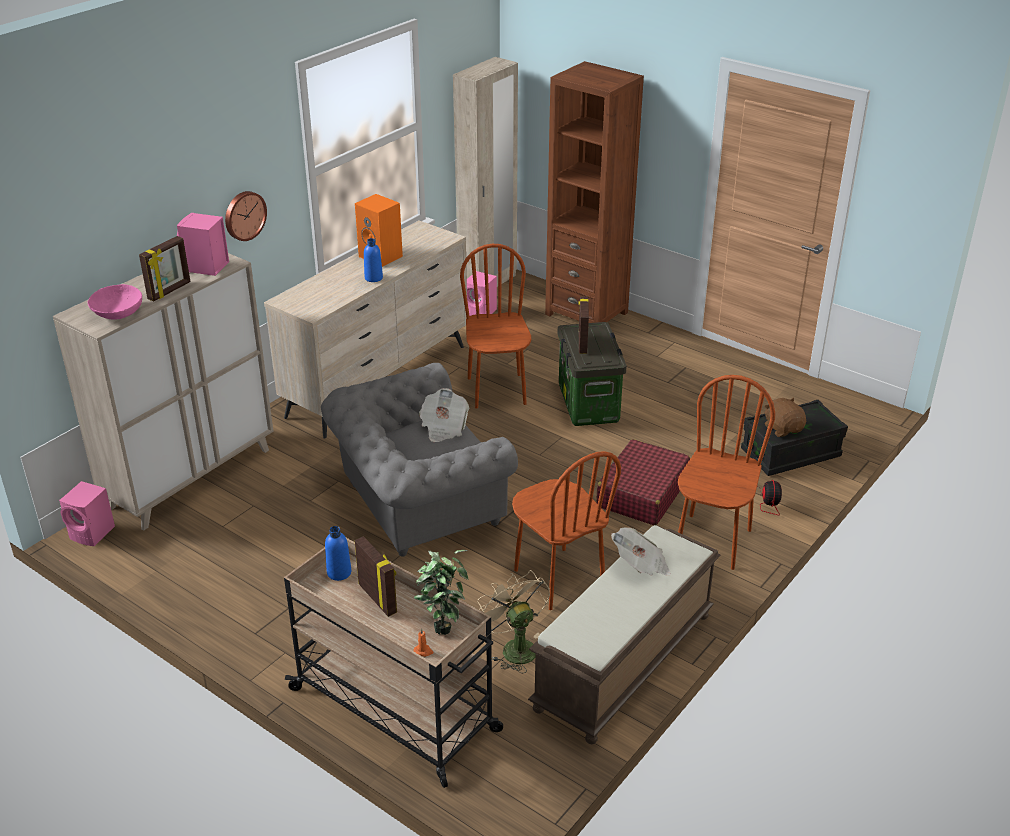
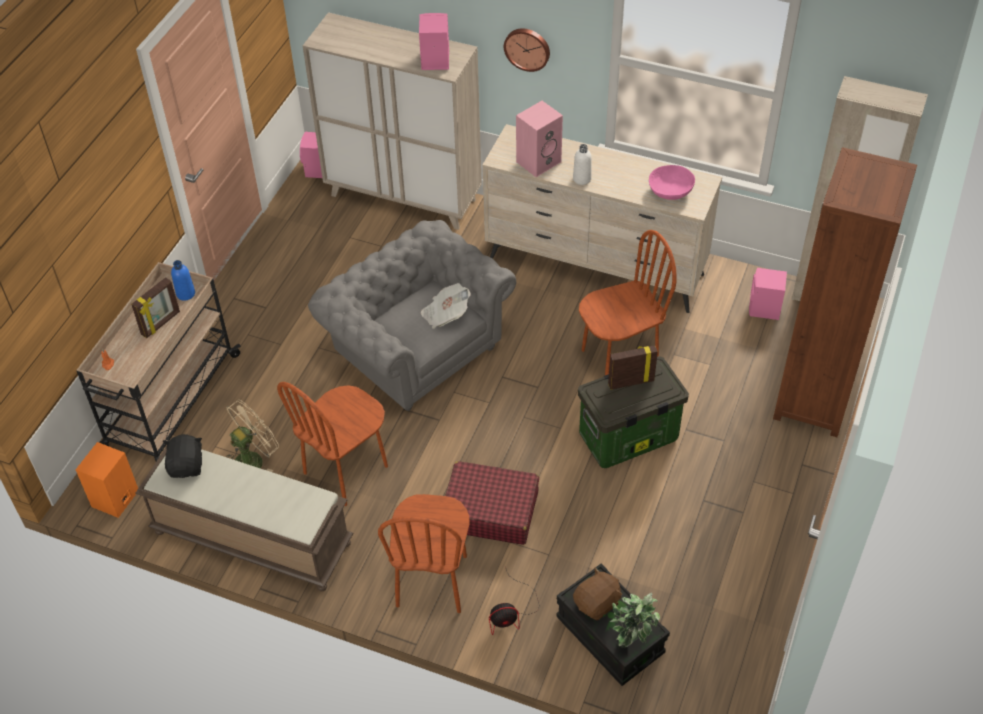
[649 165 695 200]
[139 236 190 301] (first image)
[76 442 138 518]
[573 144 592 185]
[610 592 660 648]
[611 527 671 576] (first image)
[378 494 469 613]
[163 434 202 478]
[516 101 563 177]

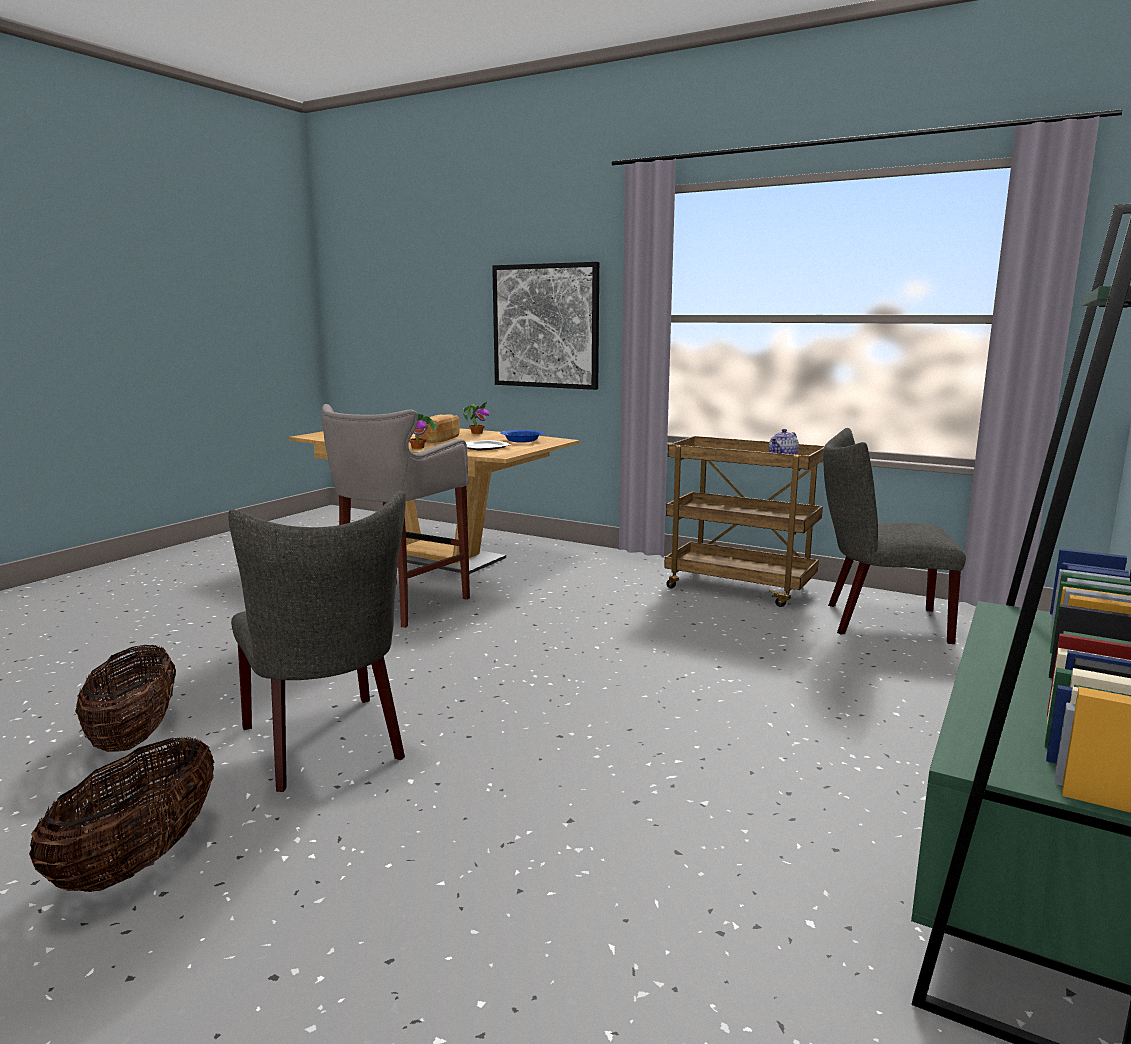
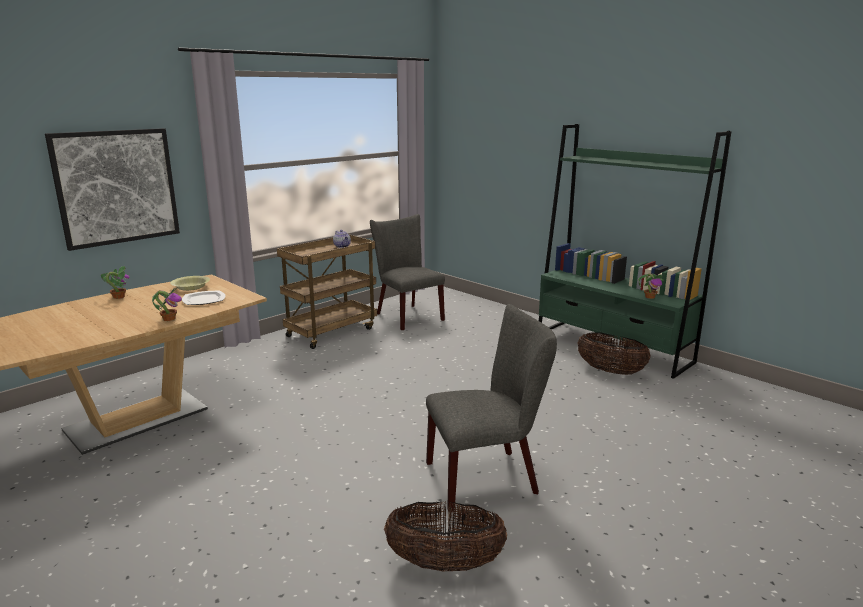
[577 333 651 375]
[322 404 470 628] (first image)
[419 414 460 443] (first image)
[170 276 210 291]
[370 214 445 330]
[638 273 663 299]

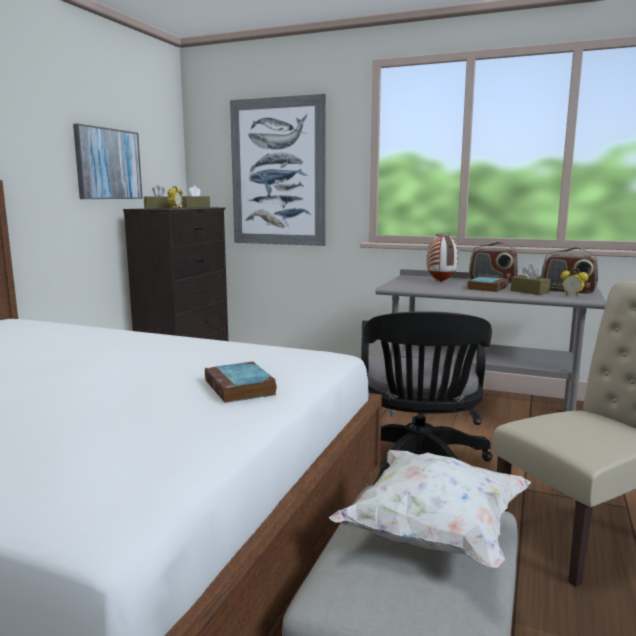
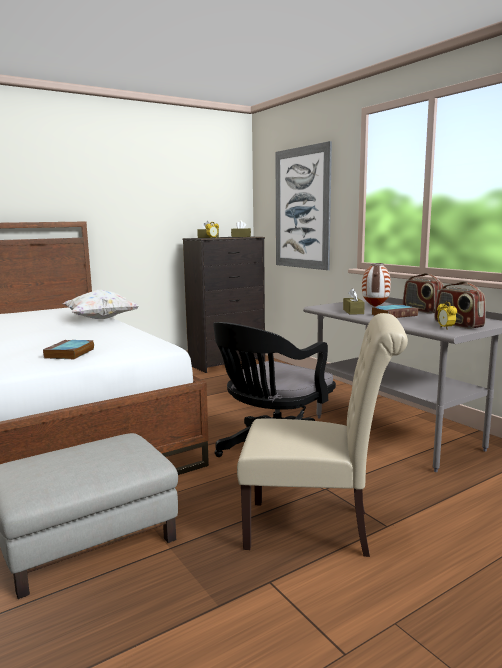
[73 124 143 199] (first image)
[63 290 139 319]
[343 288 365 315]

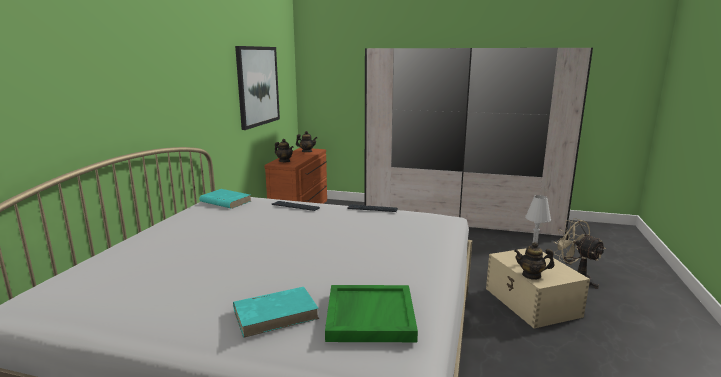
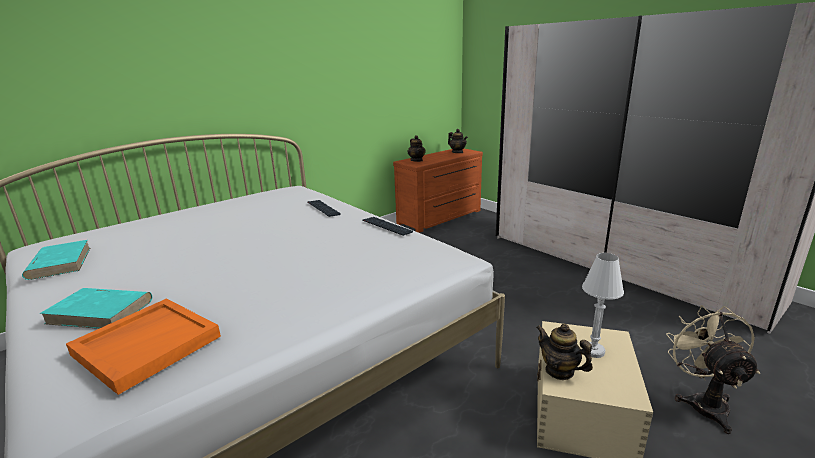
[22 240 90 280]
[235 46 280 130] (first image)
[66 298 221 395]

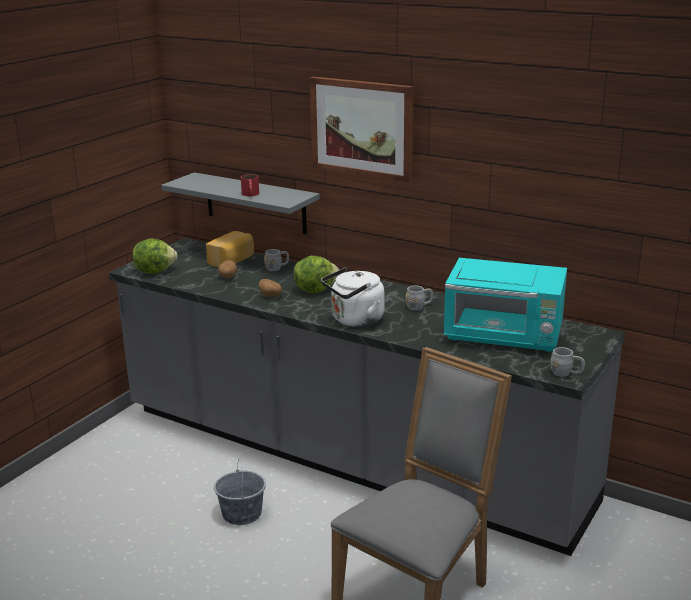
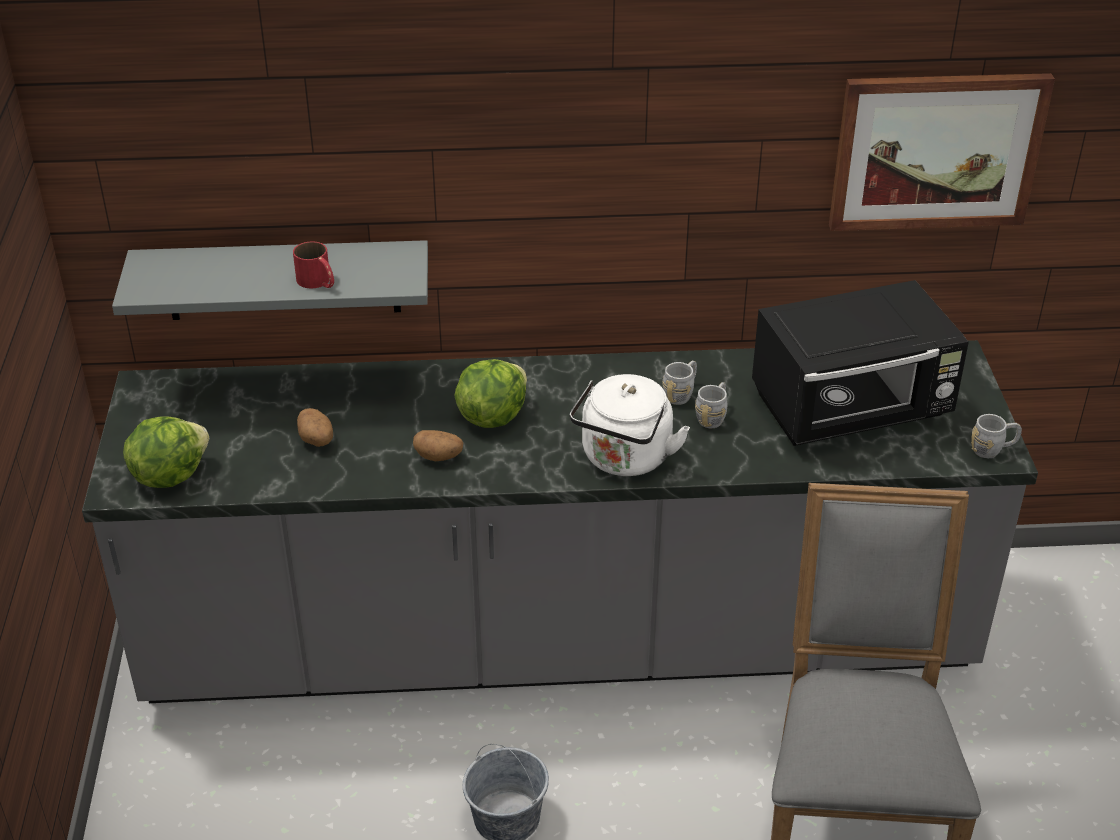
[206 231 254 267] (first image)
[695 382 728 428]
[829 73 1055 231]
[752 280 969 446]

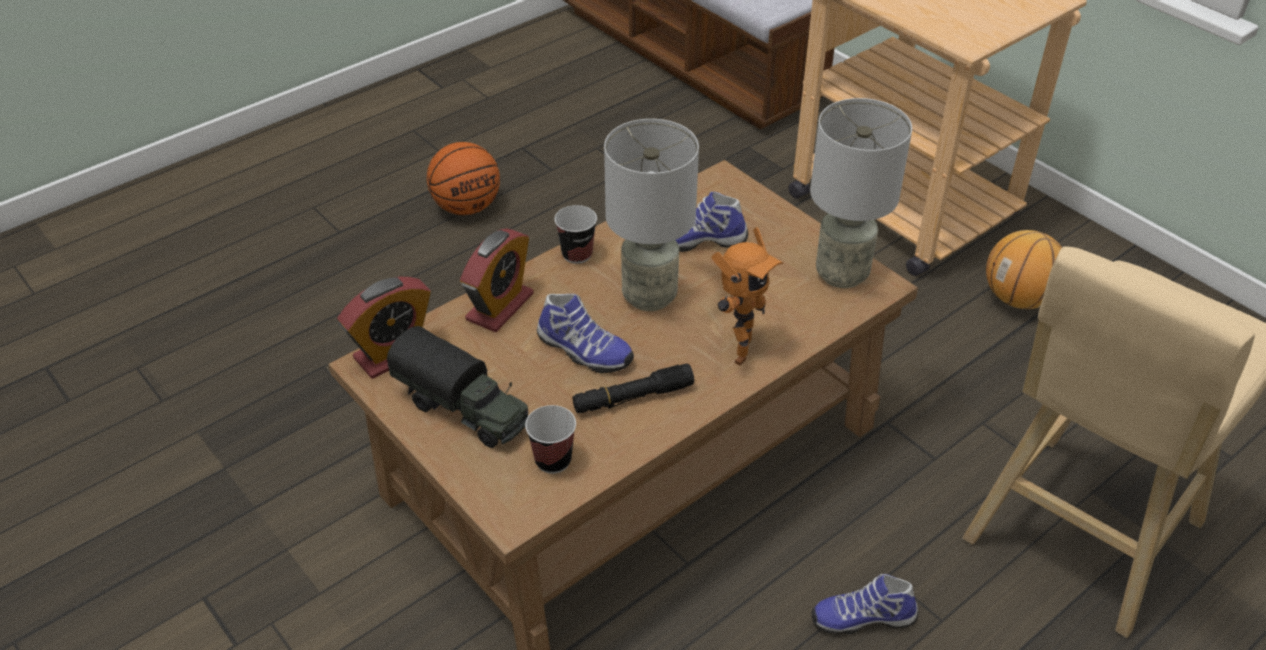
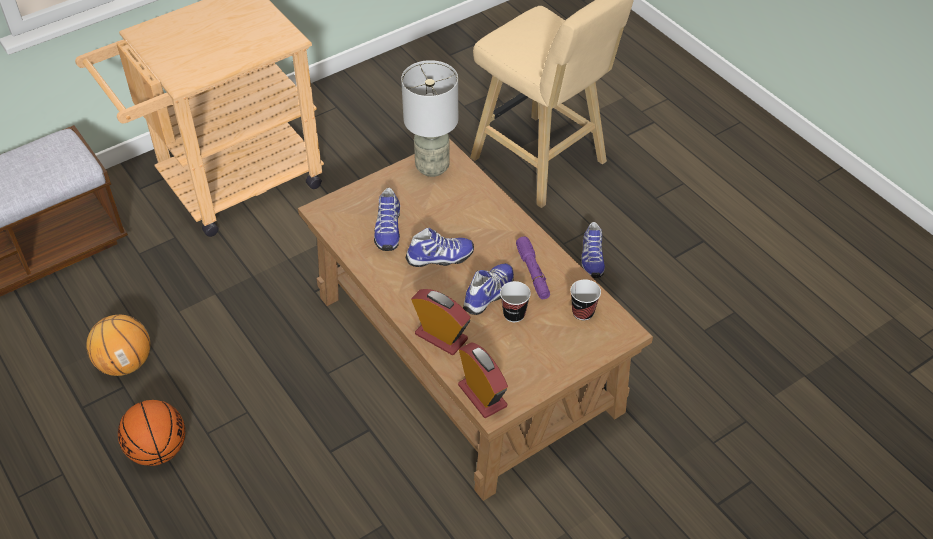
[387 326 530 448] (first image)
[500 281 531 322]
[516 236 550 299]
[406 228 474 267]
[711 227 783 366] (first image)
[86 315 150 376]

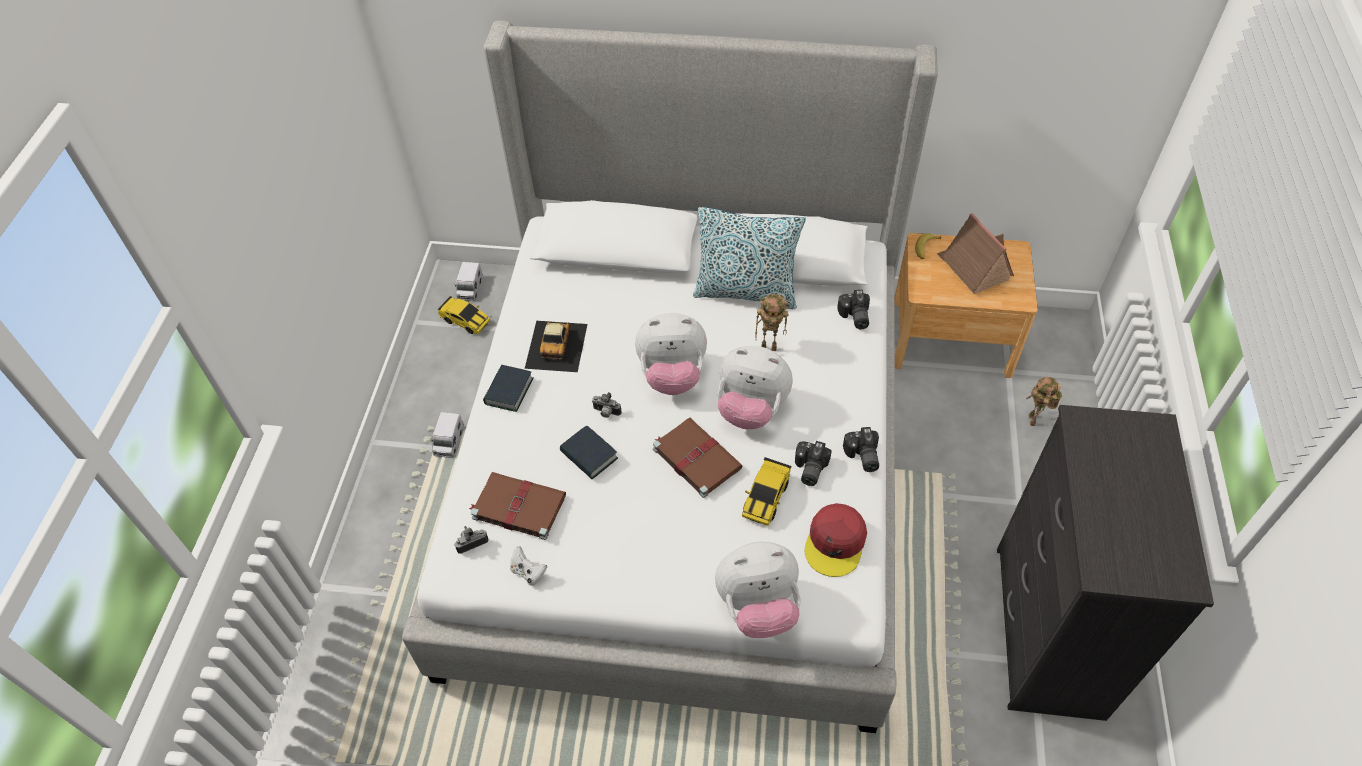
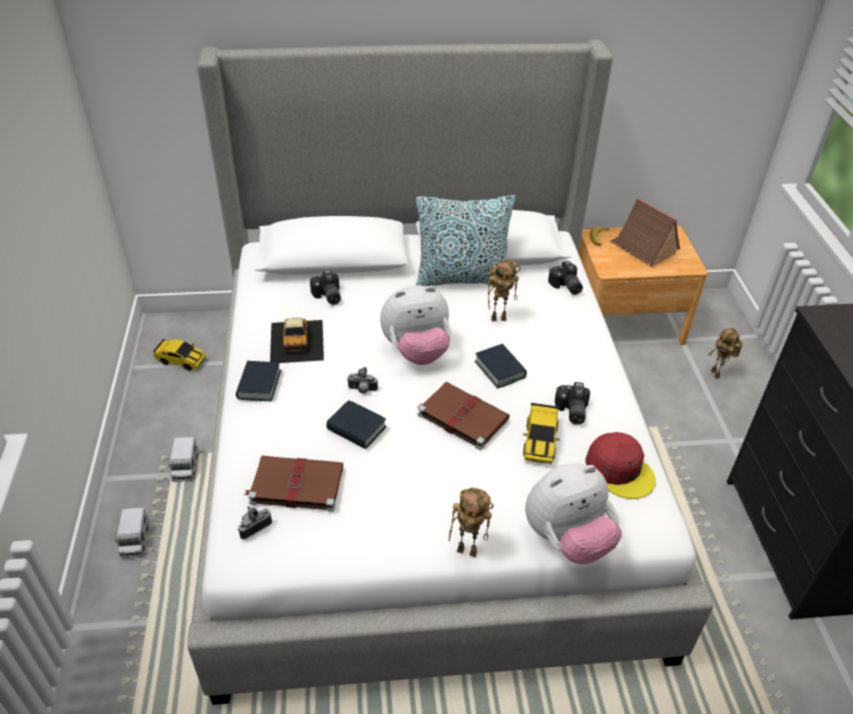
[115 507 149 558]
[510 546 547 586] (first image)
[475 344 527 389]
[585 432 656 499]
[310 270 341 305]
[449 488 494 557]

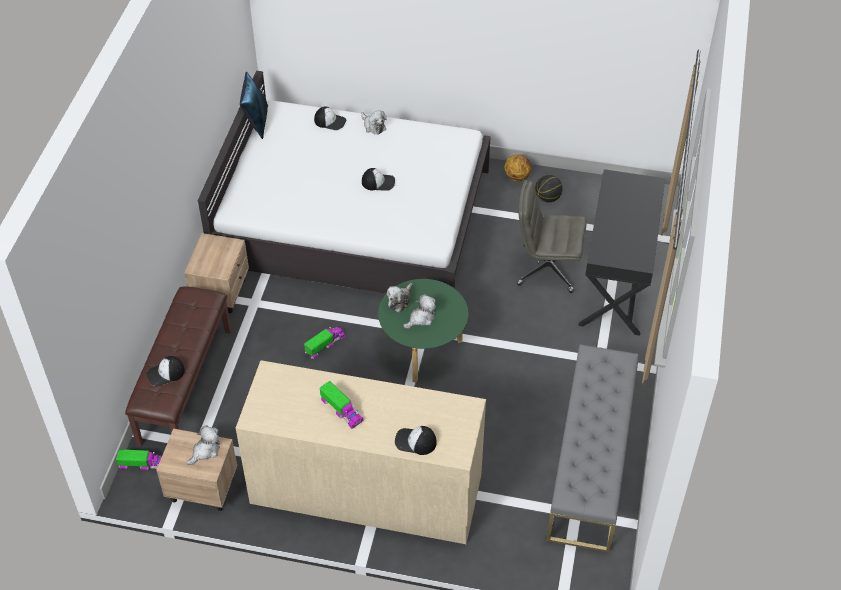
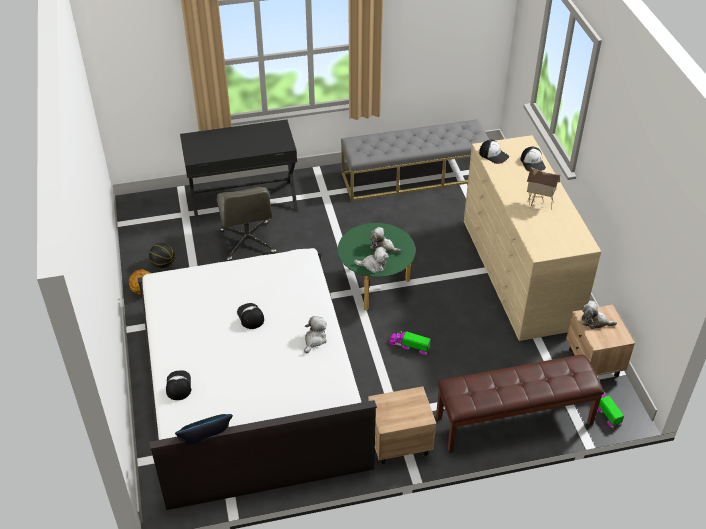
[479 140 509 164]
[527 167 560 210]
[304 316 327 353]

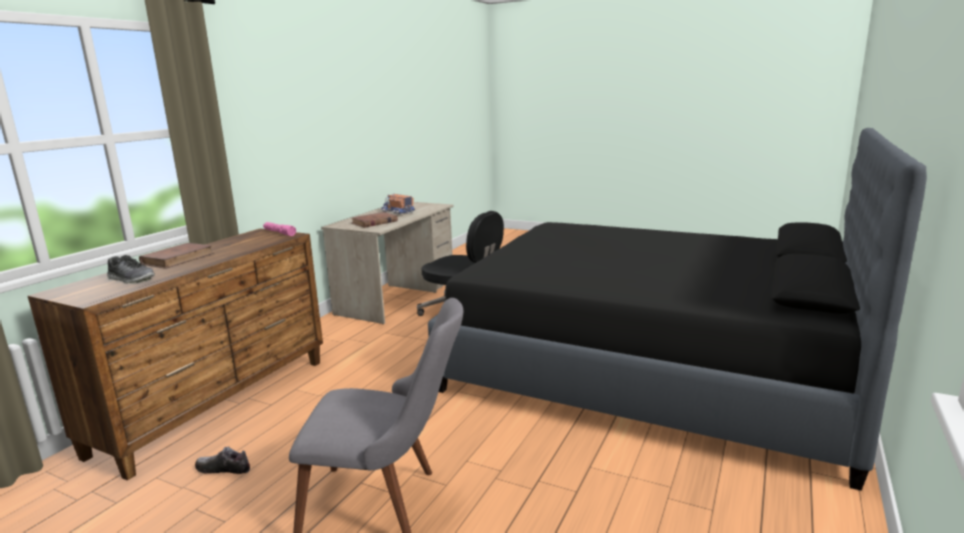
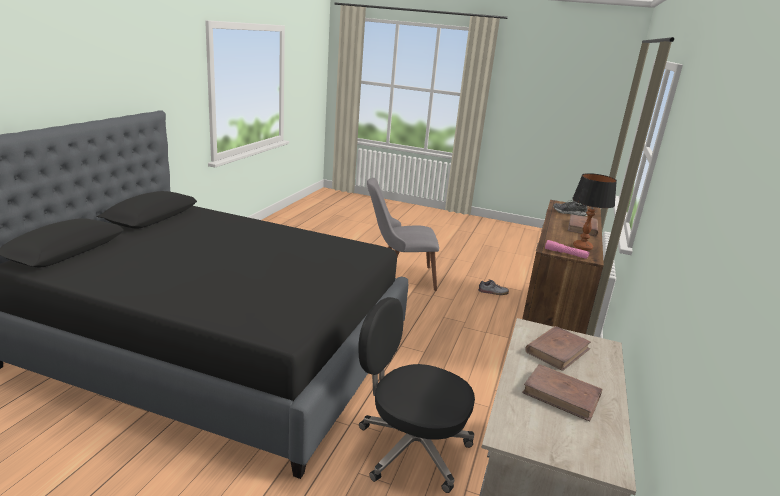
[522 364 602 422]
[572 173 617 251]

